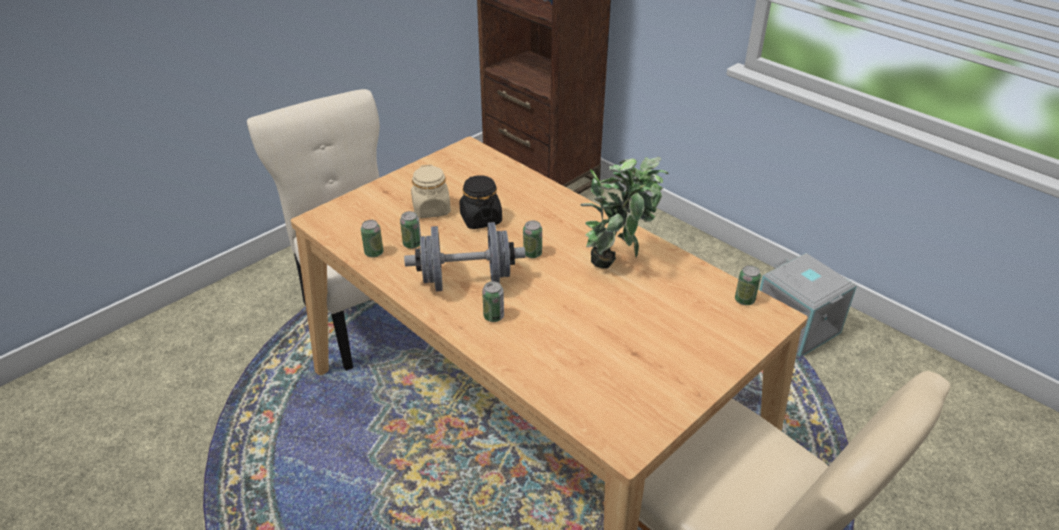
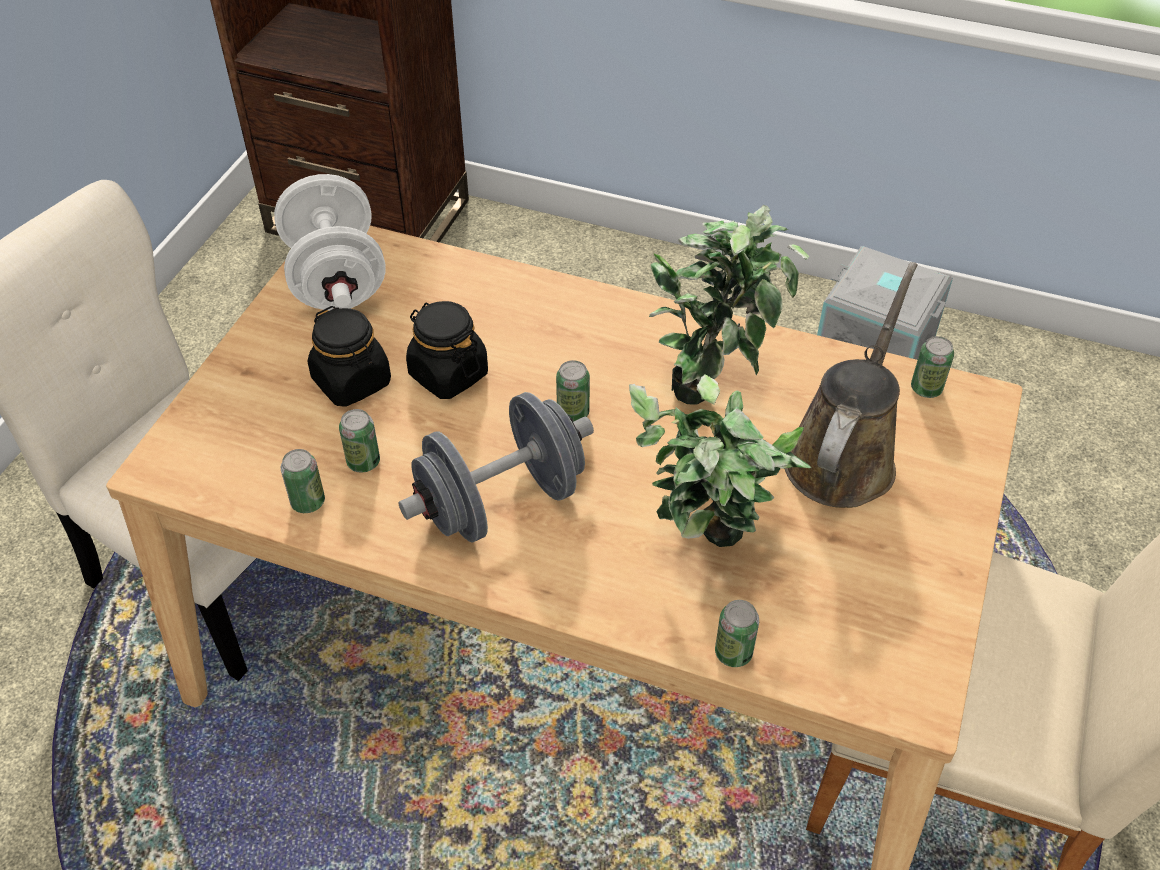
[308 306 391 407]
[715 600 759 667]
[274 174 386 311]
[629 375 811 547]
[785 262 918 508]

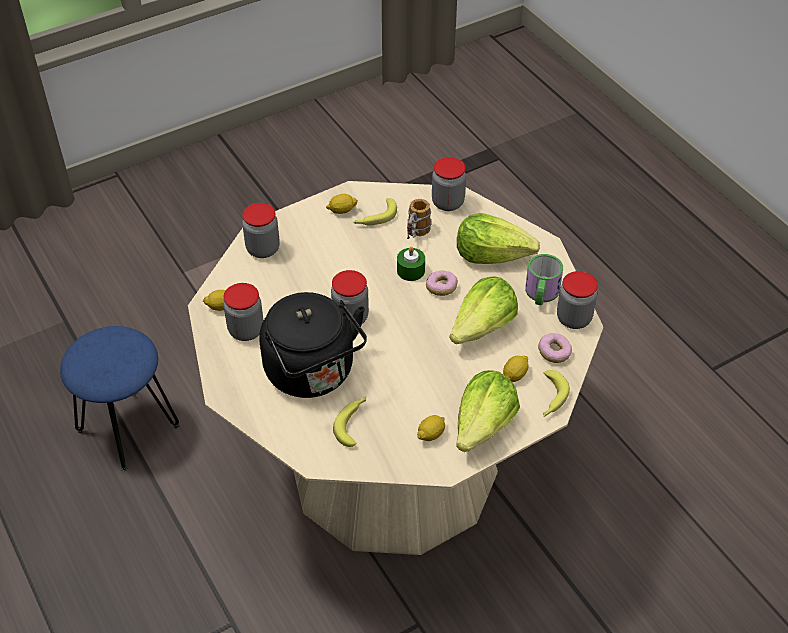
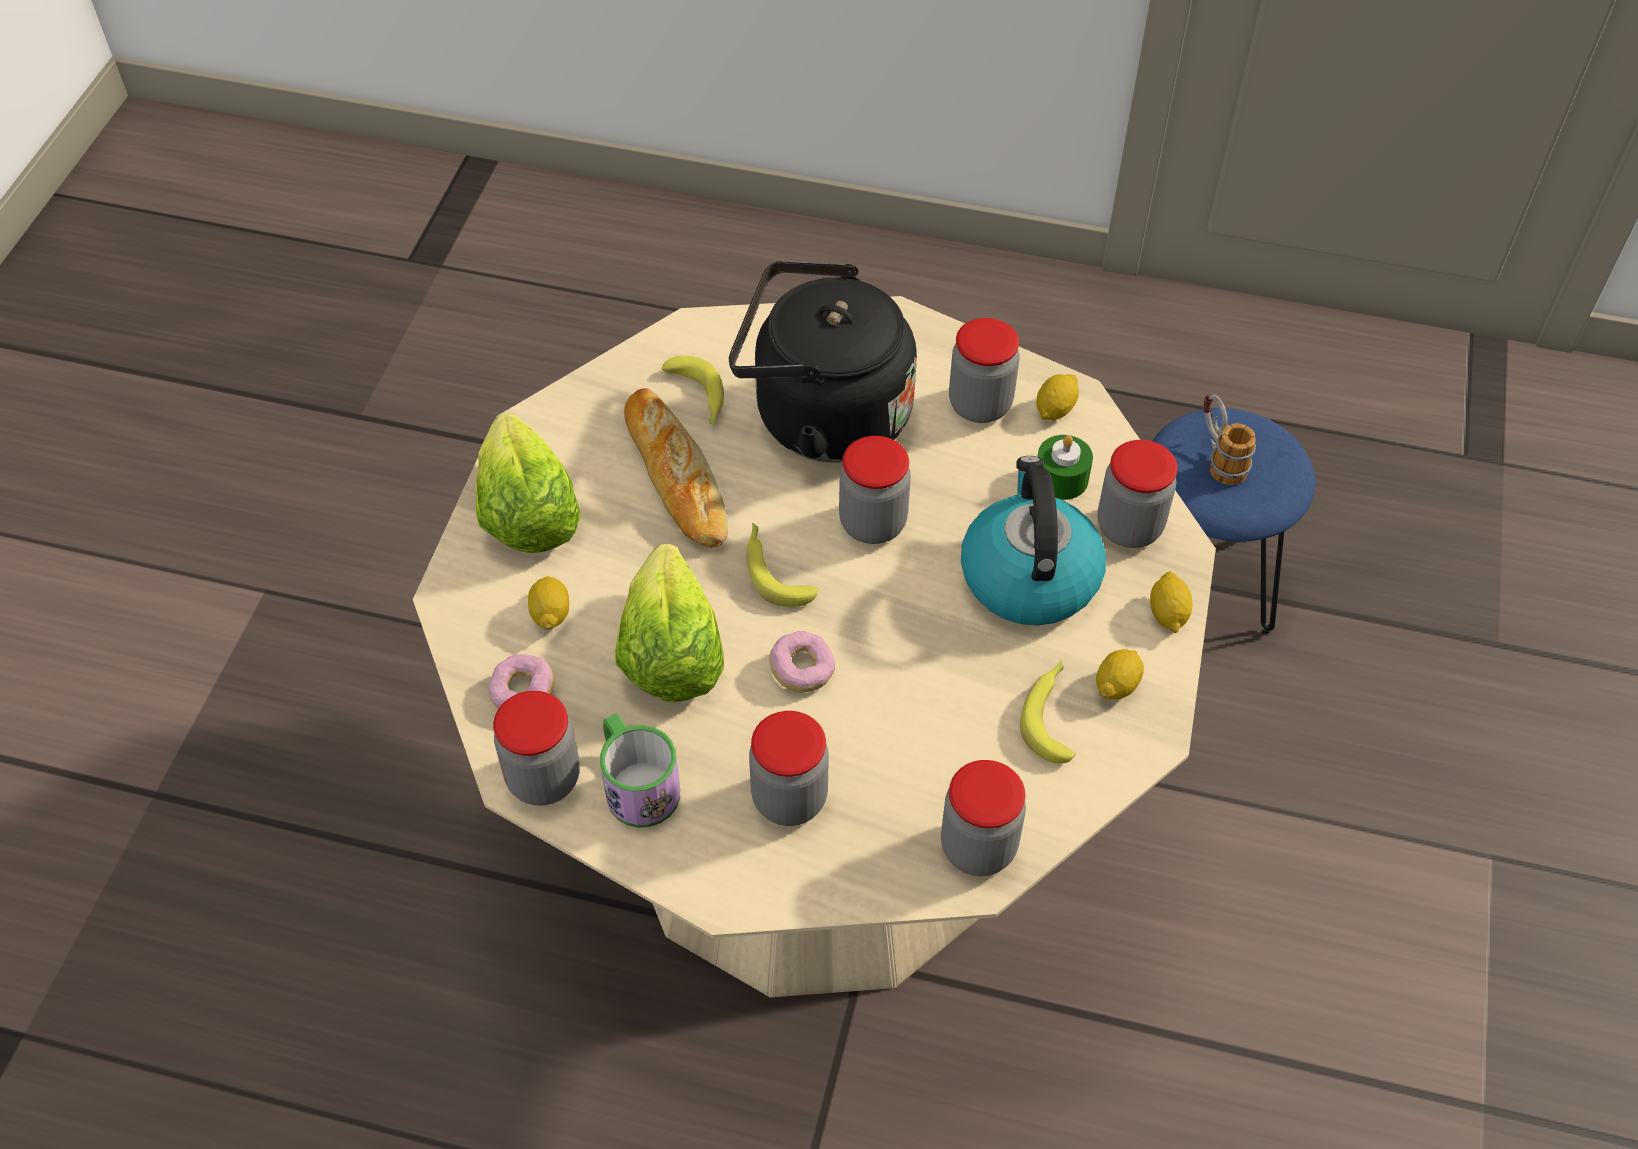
[1038 435 1093 500]
[1203 394 1256 485]
[1150 572 1193 633]
[749 711 829 826]
[746 523 818 607]
[624 388 728 548]
[961 456 1106 625]

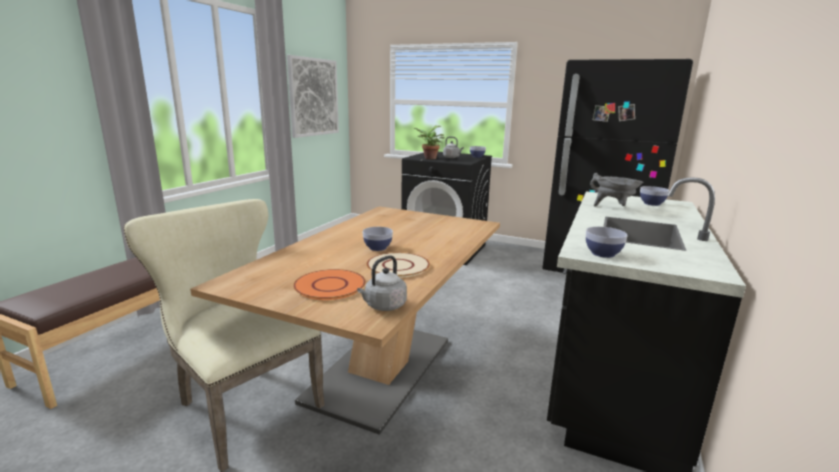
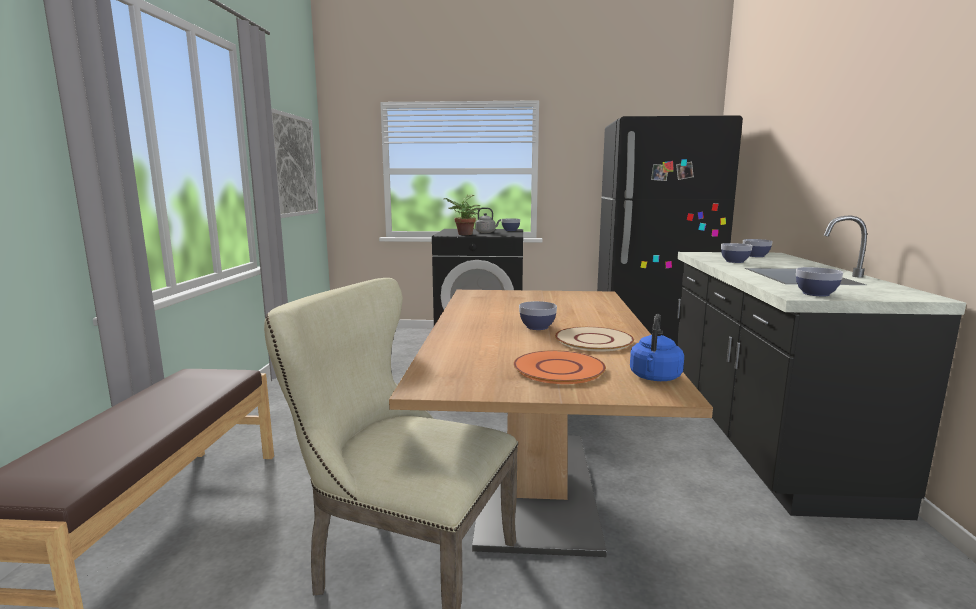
[630 314 684 381]
[721 243 753 263]

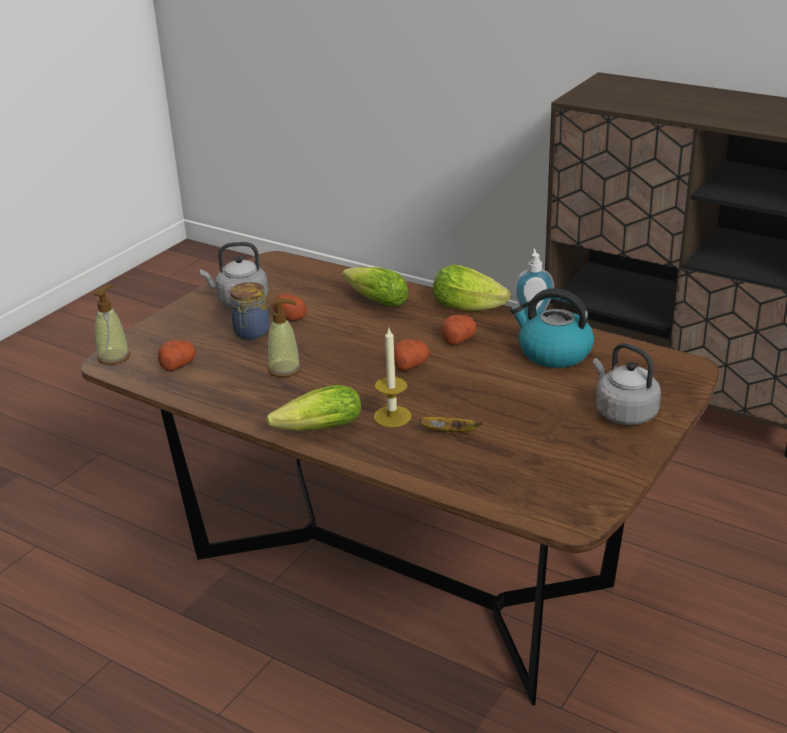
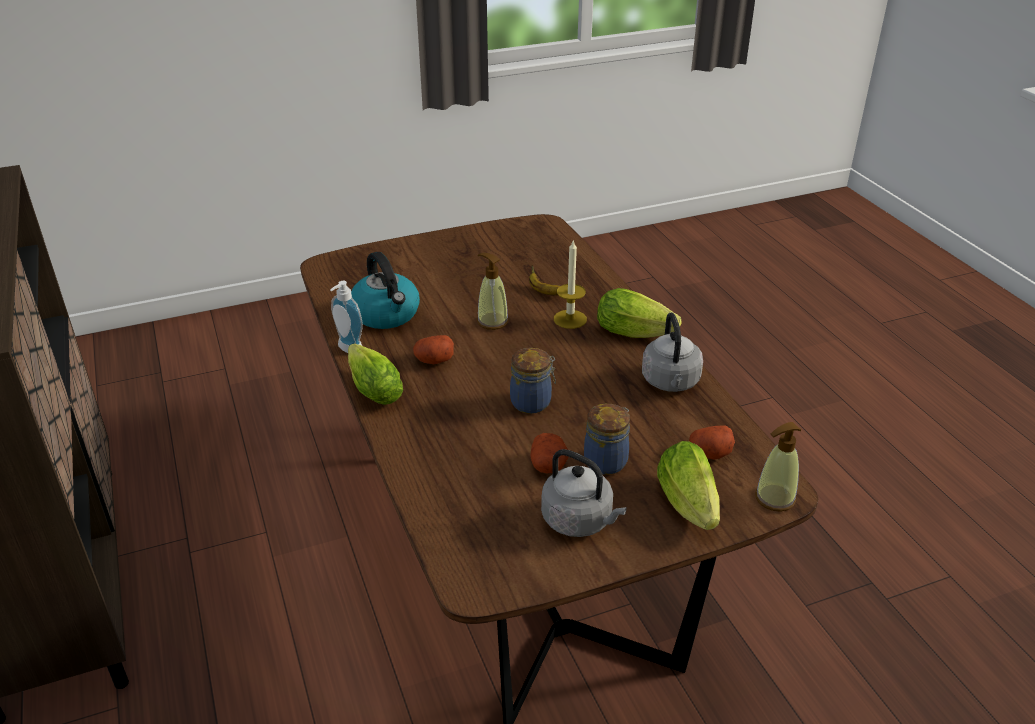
[477 253 509 330]
[657 441 720 530]
[394 339 430 371] (first image)
[642 313 703 392]
[510 348 556 414]

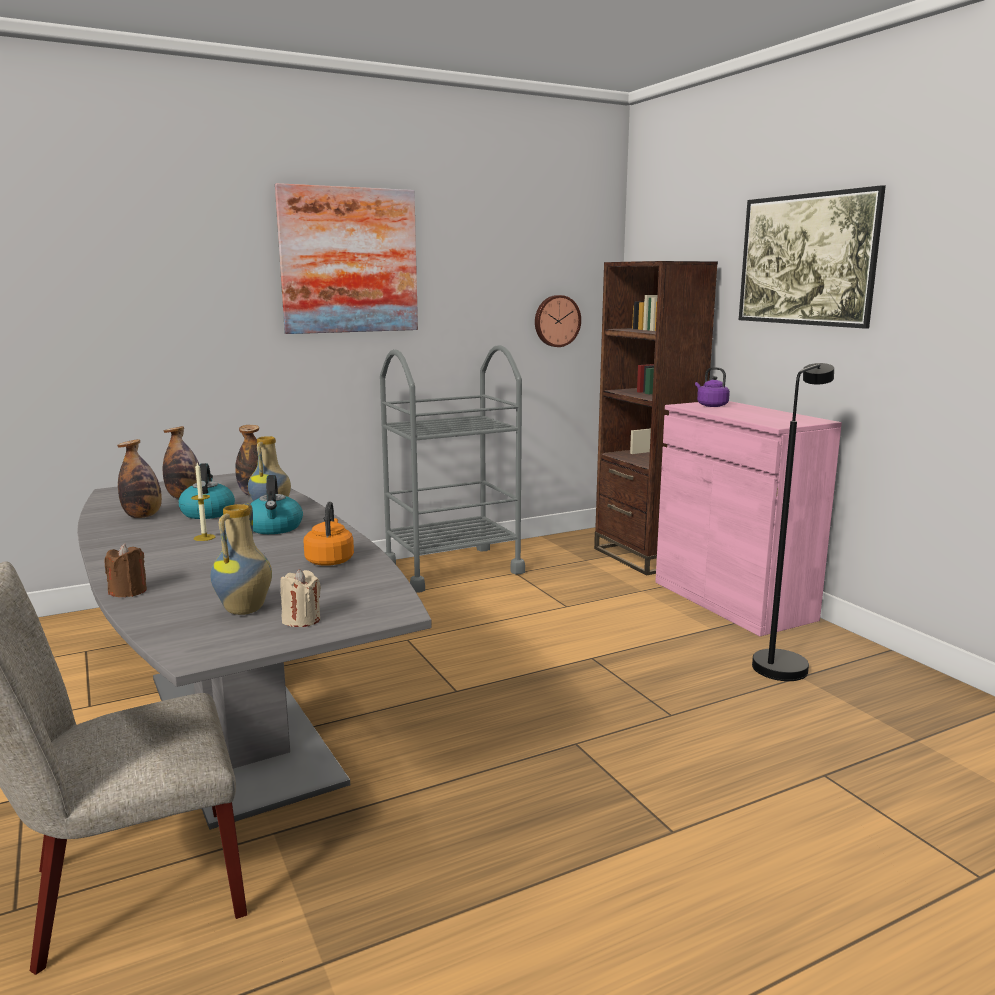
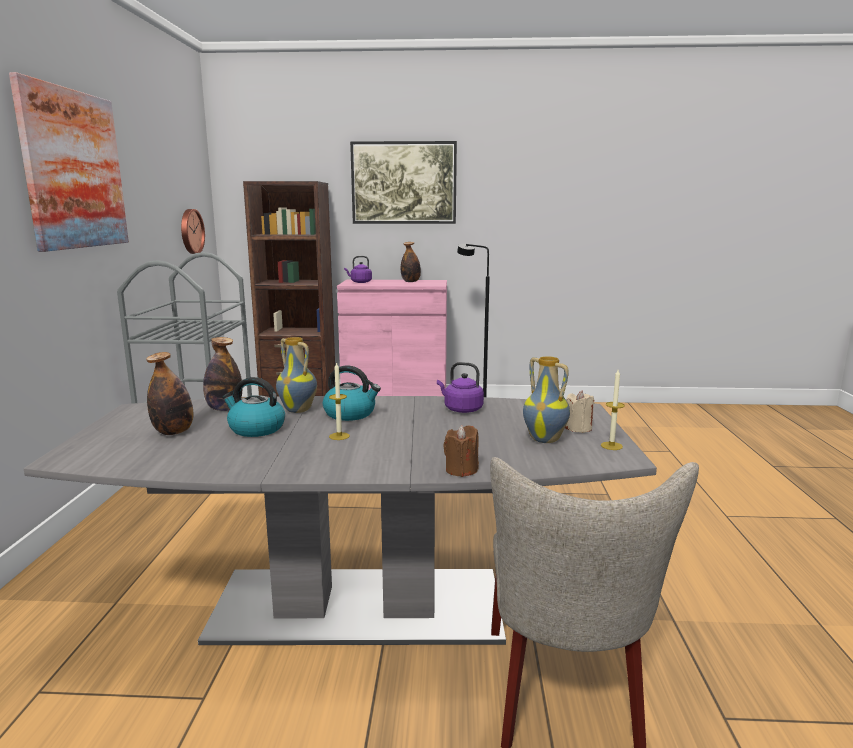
[401 242 421 282]
[437 362 484 413]
[601 370 625 450]

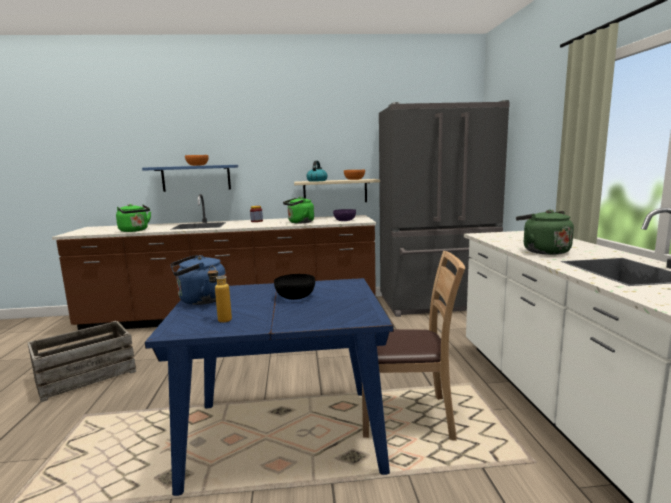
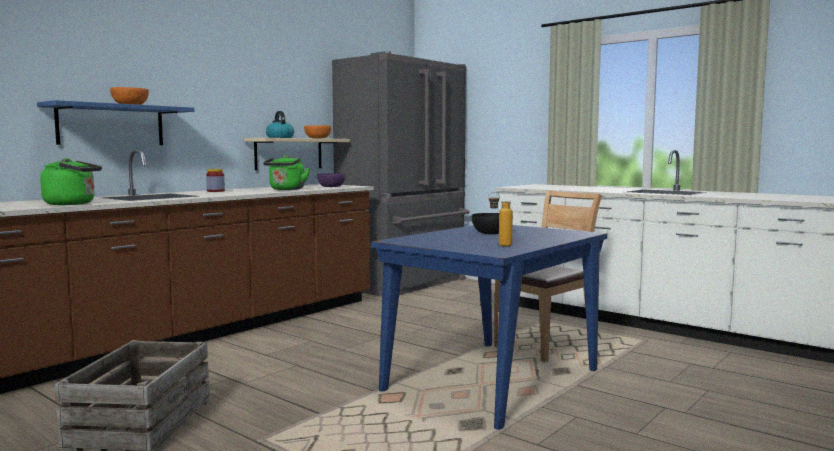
[170 255 226 305] (first image)
[516 210 574 255] (first image)

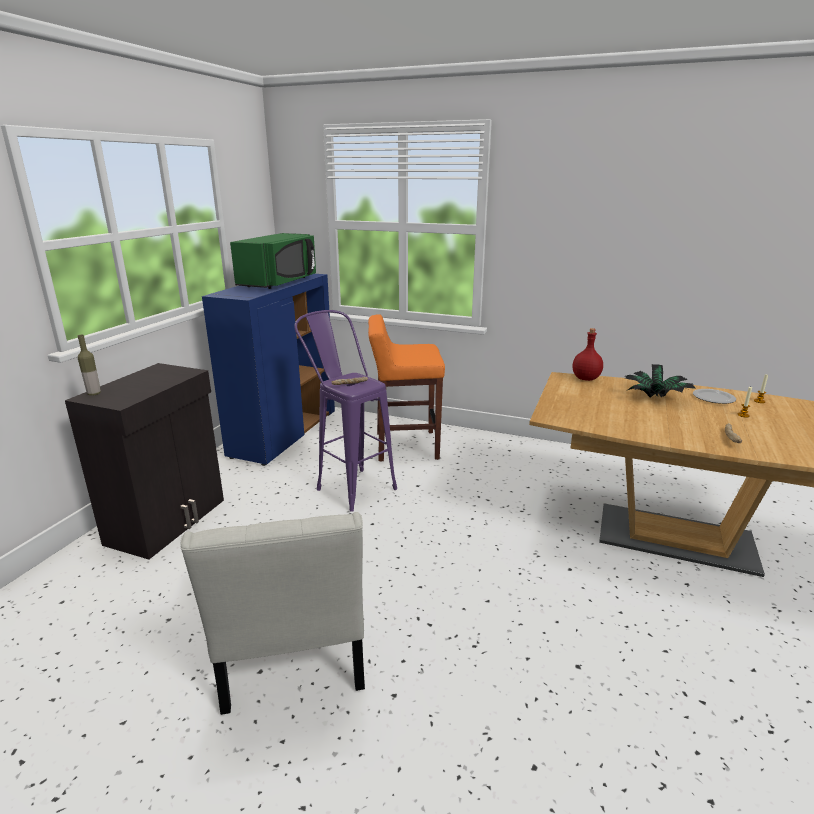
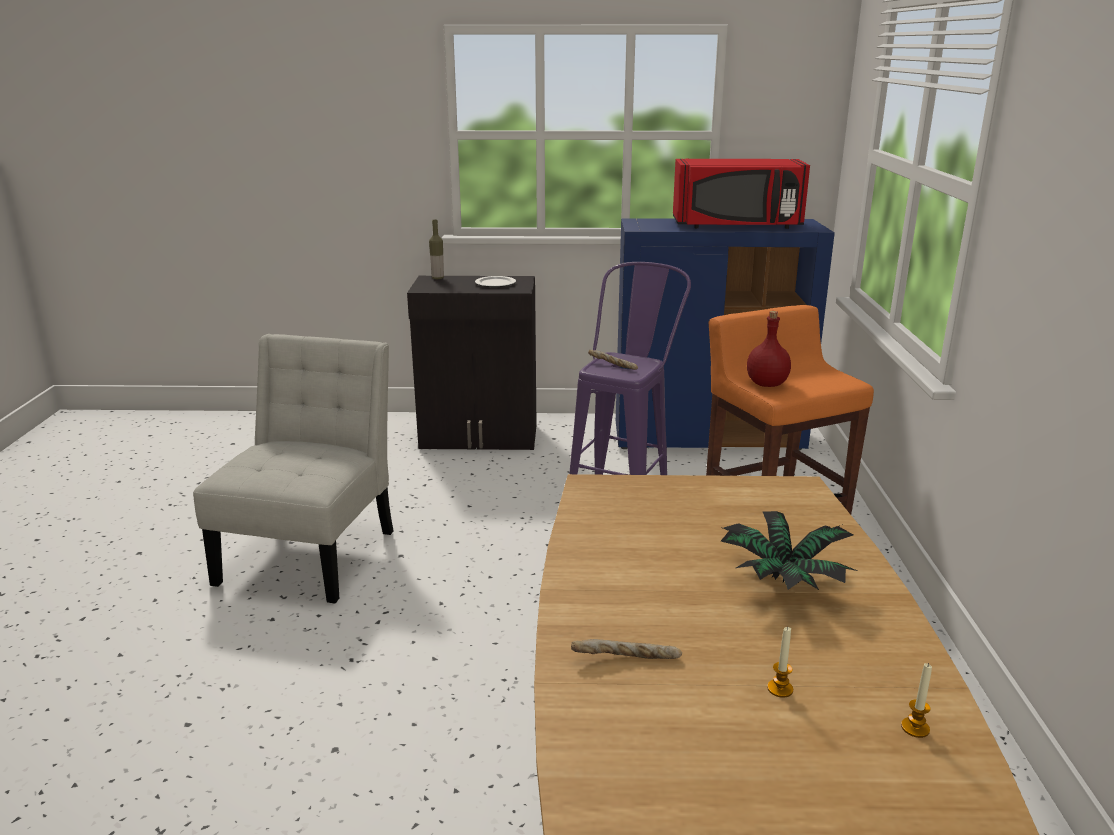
[193 334 393 603]
[673 159 810 229]
[747 311 791 387]
[475 276 516 287]

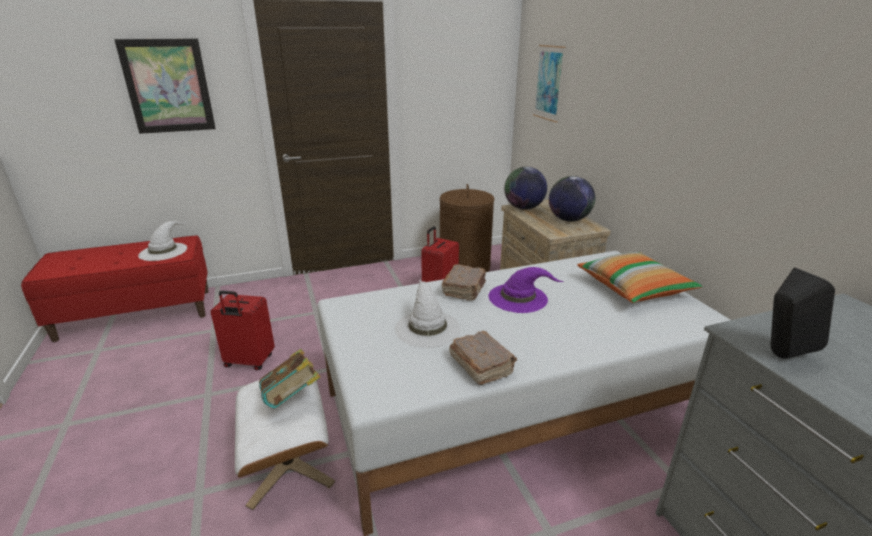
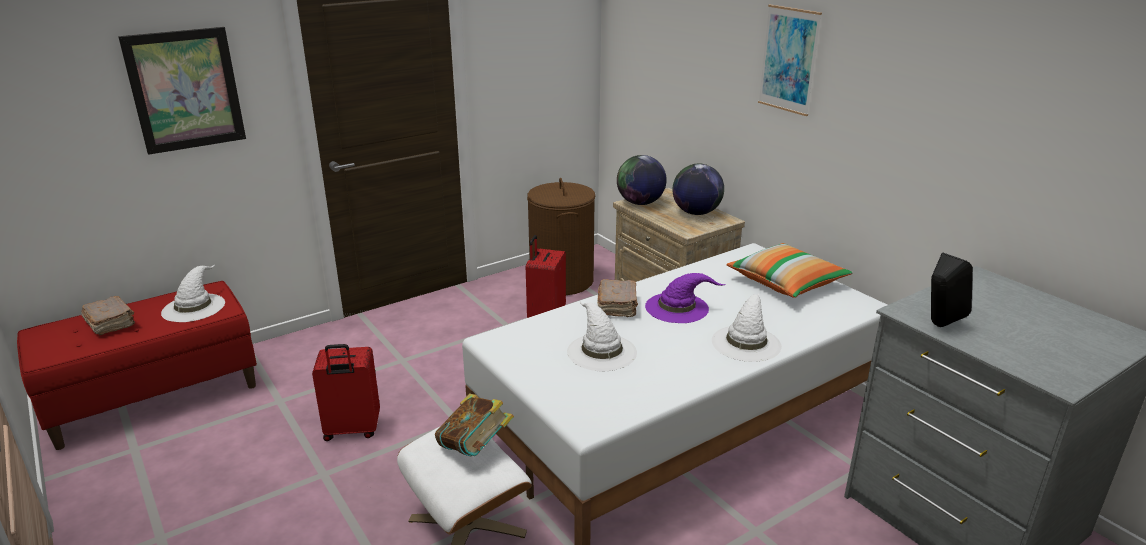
[81 296 135 335]
[758 5 822 116]
[712 293 782 362]

